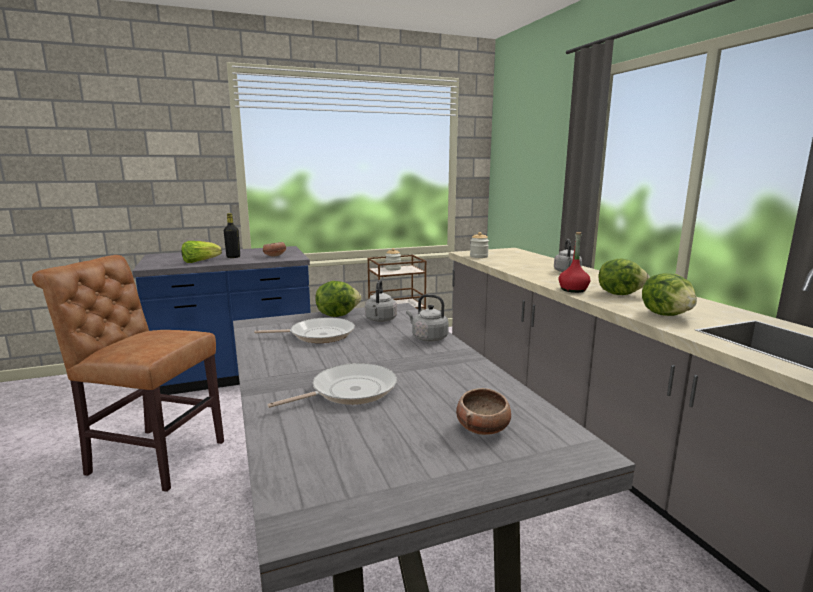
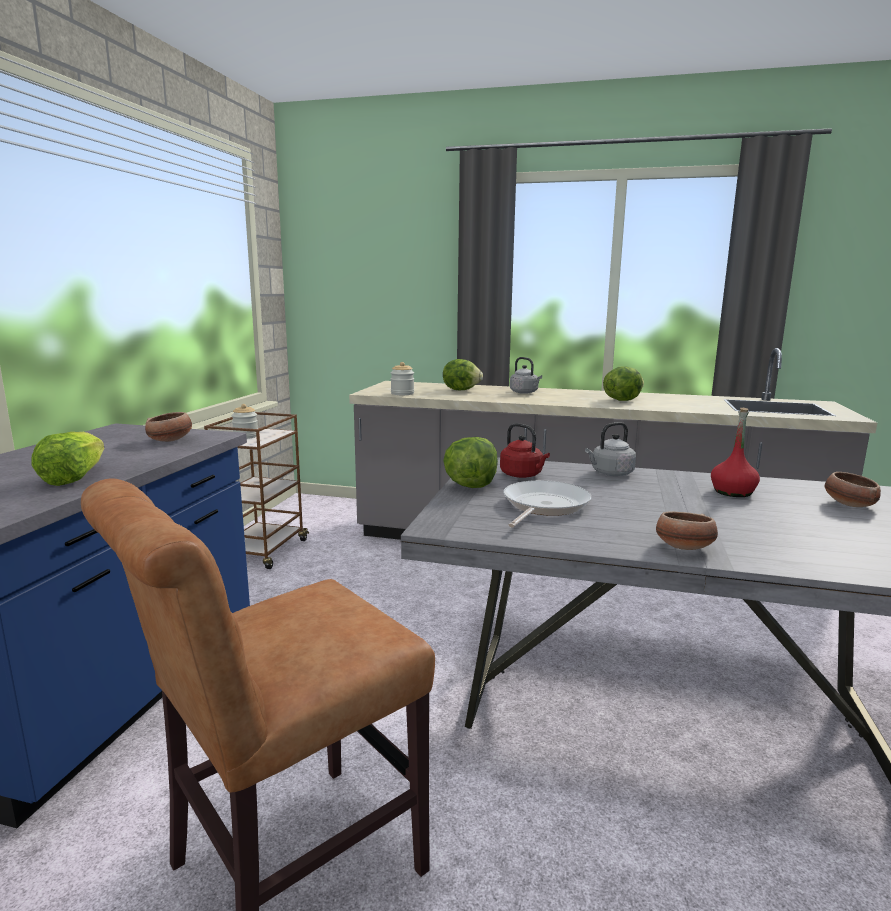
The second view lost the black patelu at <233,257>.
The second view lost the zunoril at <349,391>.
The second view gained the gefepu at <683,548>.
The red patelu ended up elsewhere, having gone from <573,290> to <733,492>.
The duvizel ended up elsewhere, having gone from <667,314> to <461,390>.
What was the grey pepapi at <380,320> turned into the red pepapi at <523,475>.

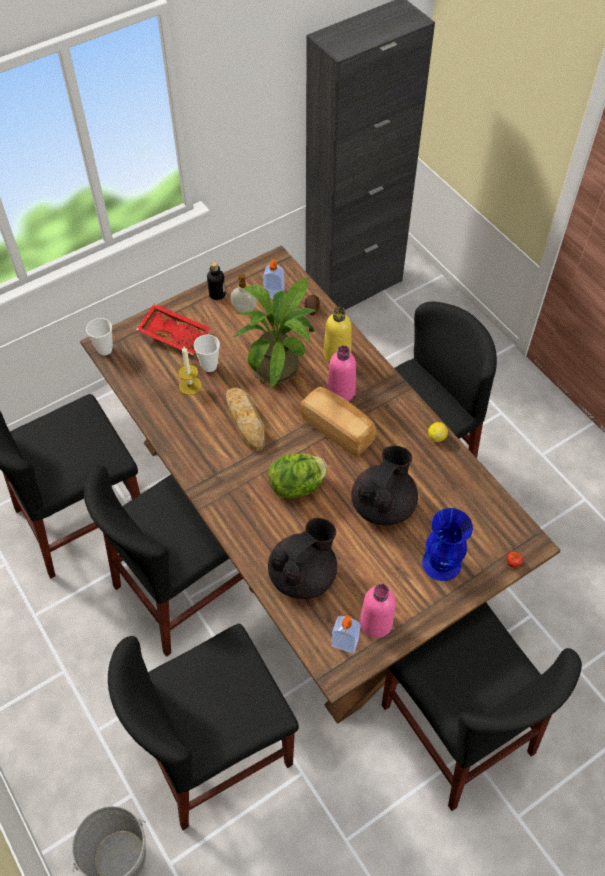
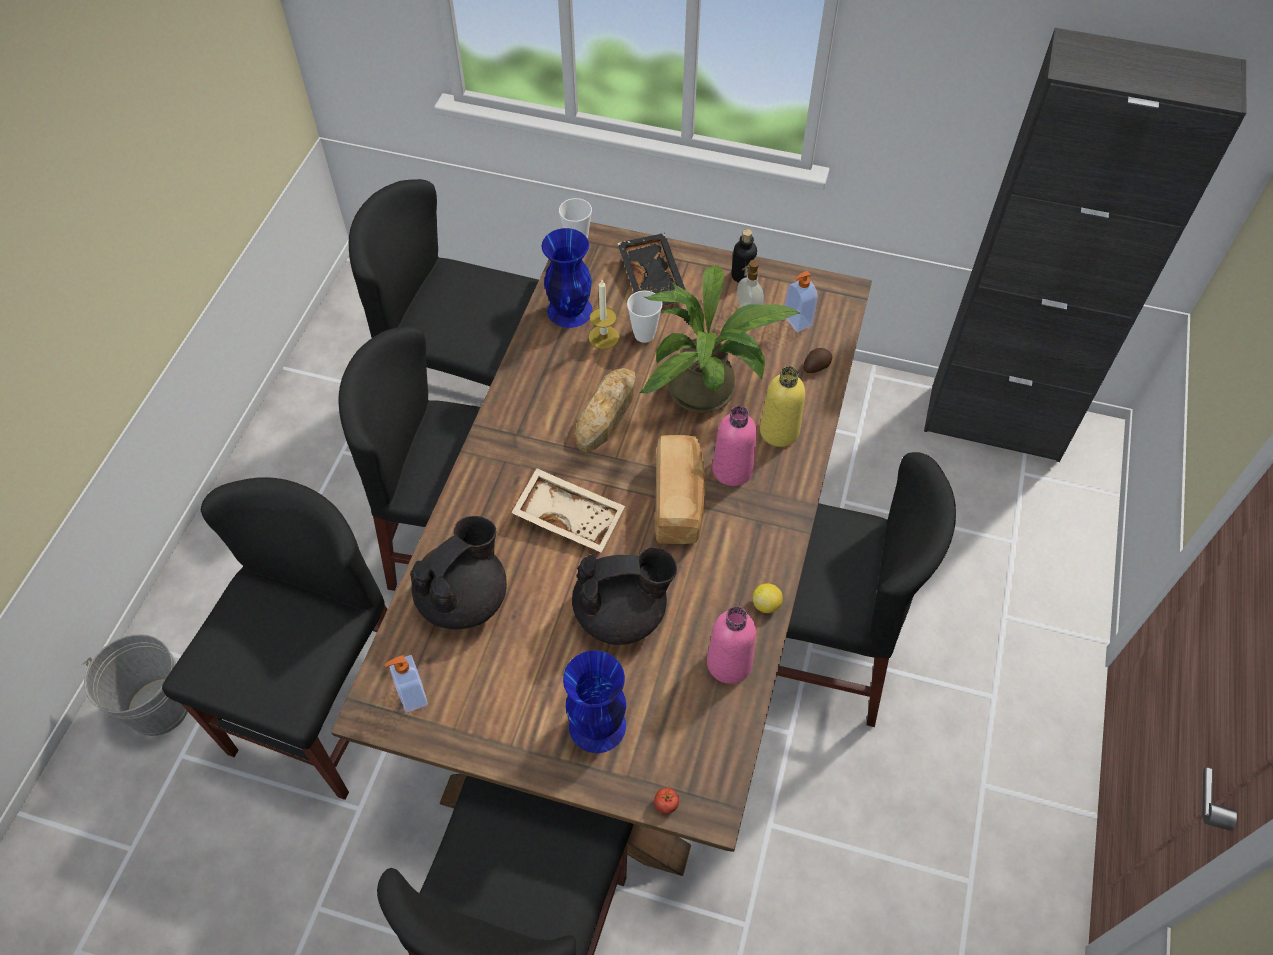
The second view gained the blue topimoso at <569,310>.
The pink patelu ended up elsewhere, having gone from <376,623> to <729,663>.
Where the duvizel stood at <297,486>, the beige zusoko came to stand at <570,516>.
What was the red zusoko at <175,334> turned into the black zusoko at <654,279>.
The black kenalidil at <215,749> ended up facing another way, 90 degrees clockwise from before.
The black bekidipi at <303,574> ended up facing another way, 60 degrees counterclockwise from before.

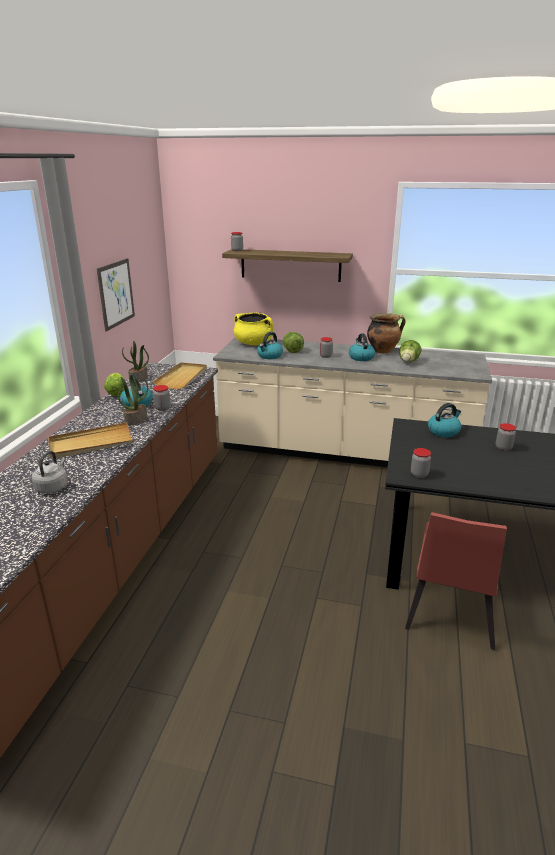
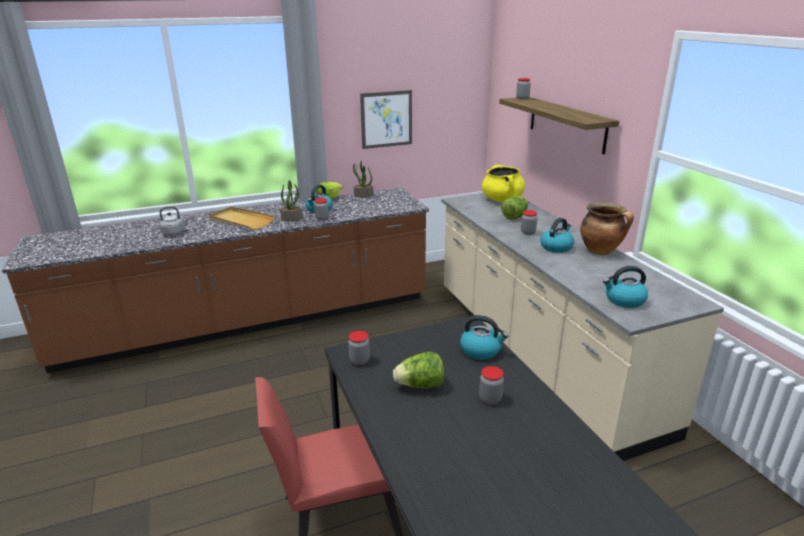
The second view lost the beige zusoko at <182,377>.
The pepapi ended up elsewhere, having gone from <269,356> to <624,300>.
The duvizel ended up elsewhere, having gone from <408,362> to <420,385>.

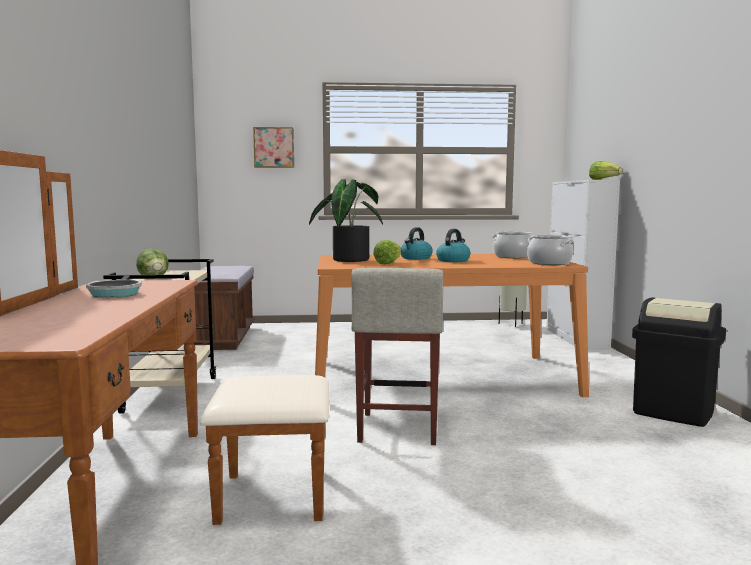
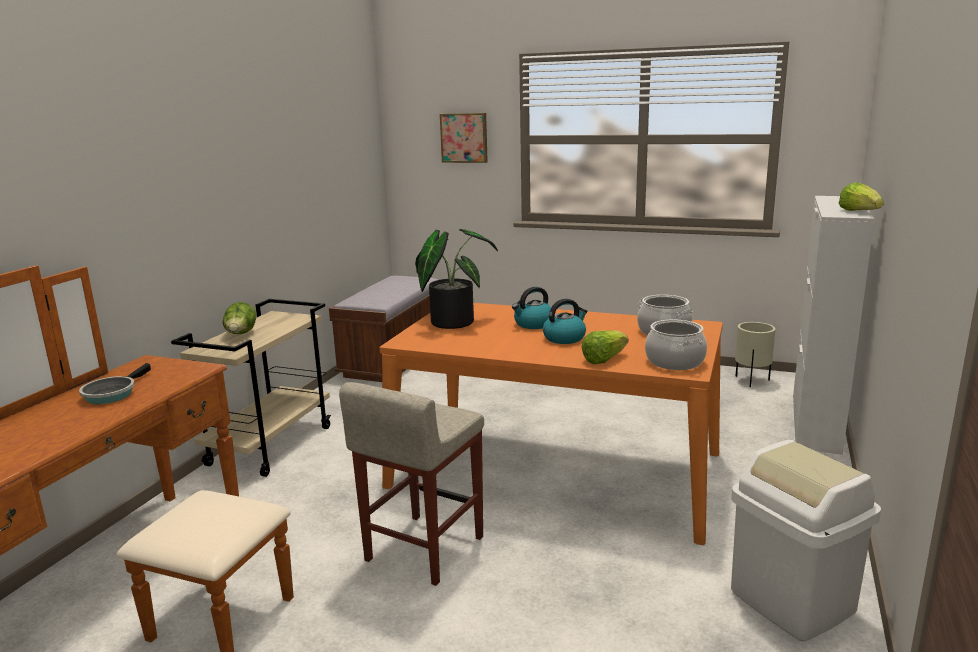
The duvizel ended up elsewhere, having gone from <388,263> to <604,359>.
What was the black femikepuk at <673,411> turned into the white femikepuk at <792,601>.

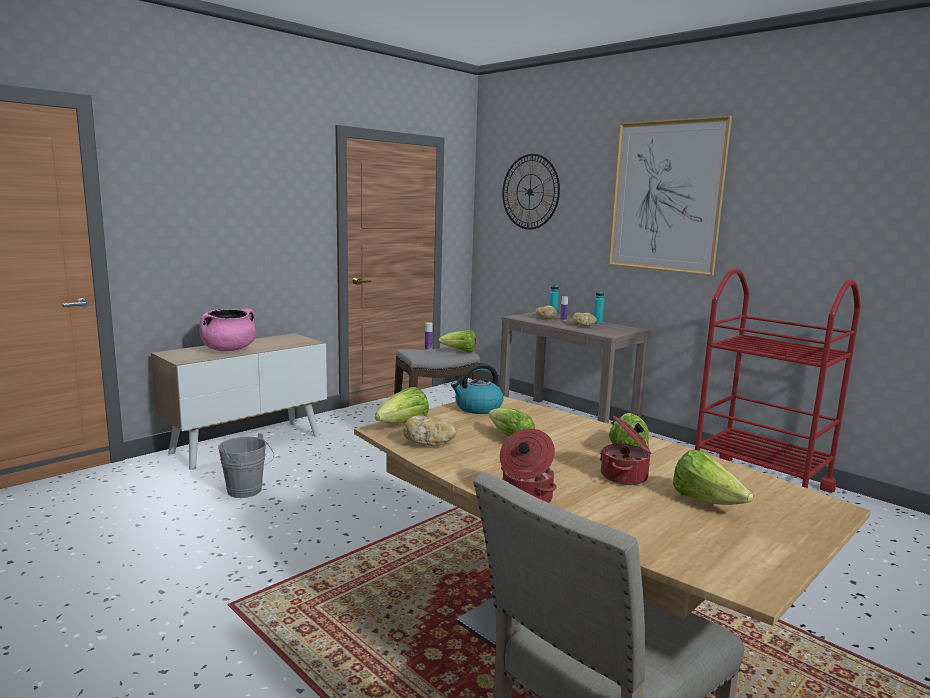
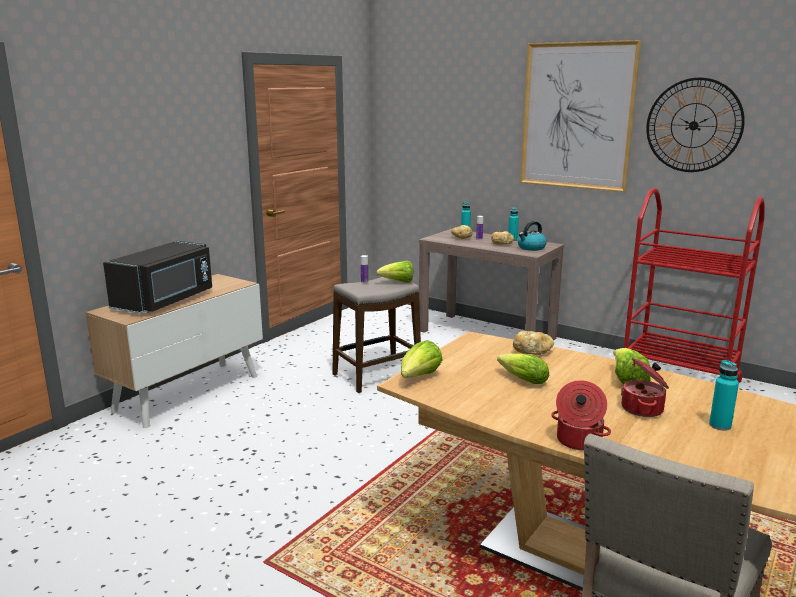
The second view lost the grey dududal at <247,491>.
The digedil ended up elsewhere, having gone from <429,442> to <532,352>.
The pepapi ended up elsewhere, having gone from <478,408> to <531,248>.
The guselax ended up elsewhere, having gone from <530,192> to <693,125>.
Where the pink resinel stood at <229,350>, the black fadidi came to stand at <166,301>.
Where the duvizel stood at <705,502>, the turquoise patelu came to stand at <720,425>.

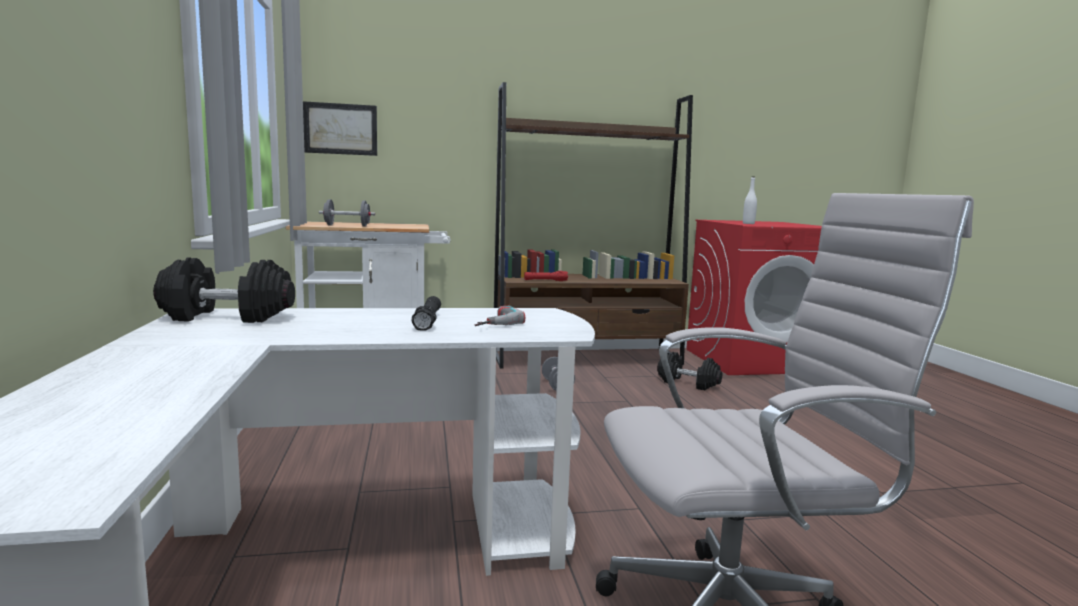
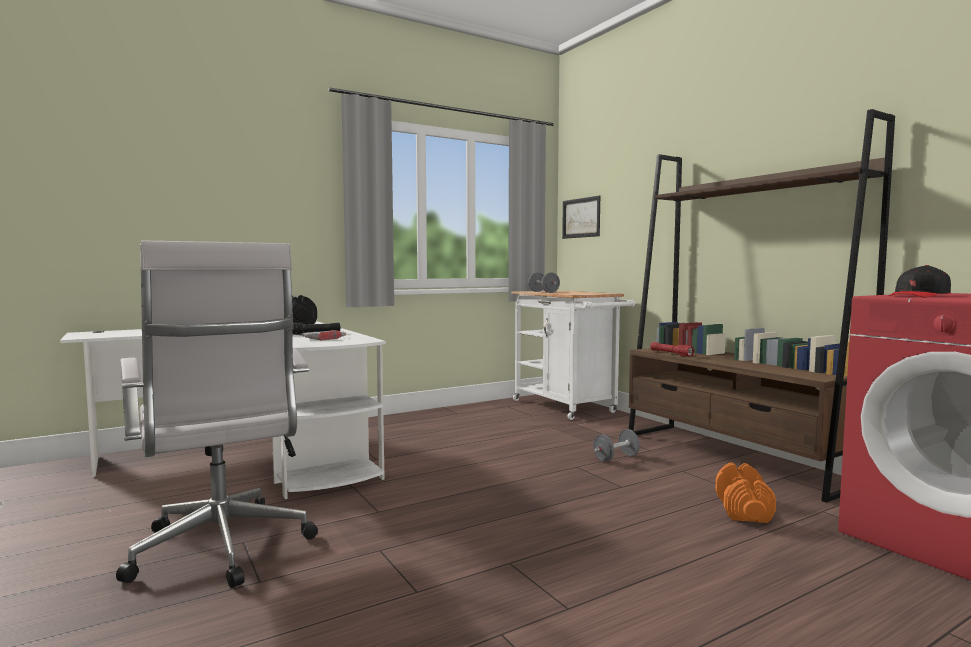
Where the white patelu stood at <748,223>, the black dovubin came to stand at <919,296>.
What was the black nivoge at <688,383> turned into the orange nivoge at <744,509>.

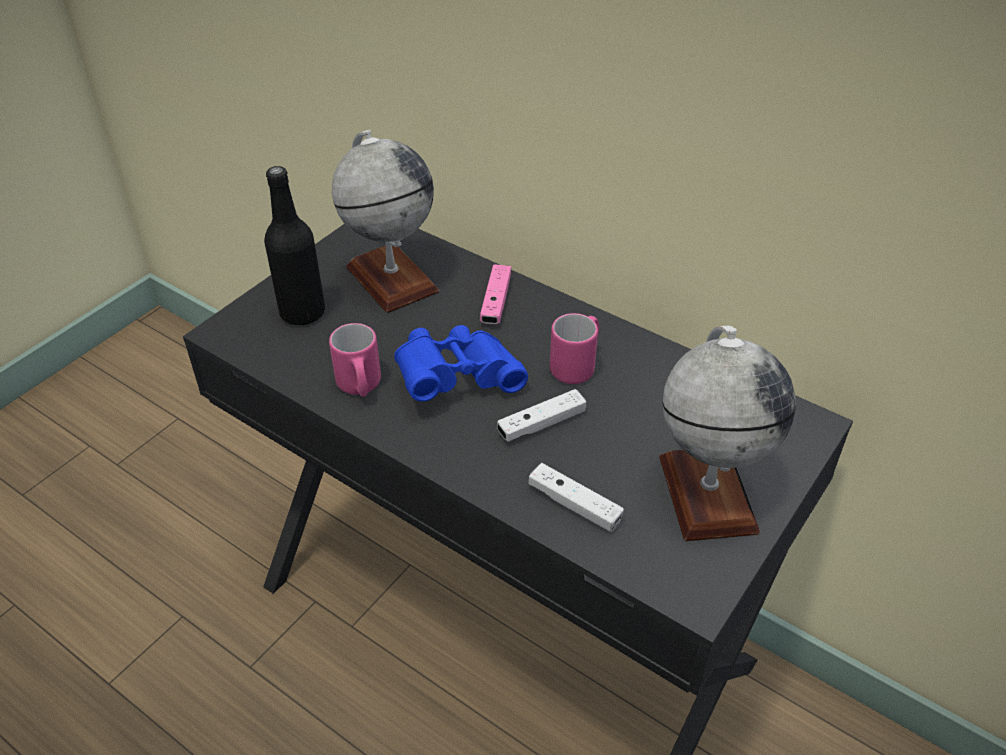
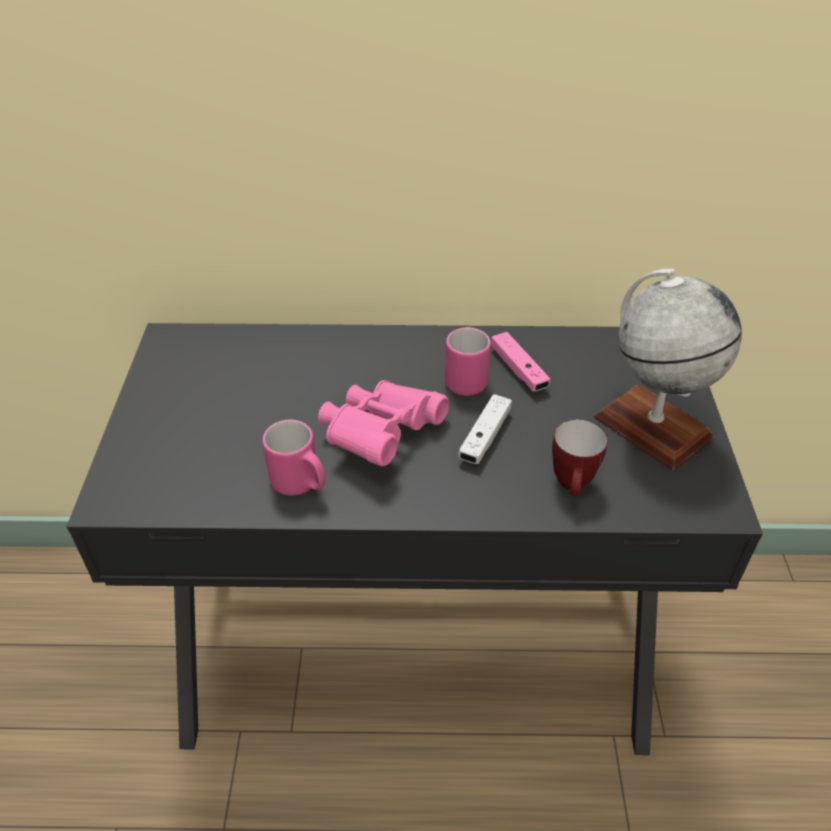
The second view lost the black patelu at <302,312>.
The second view lost the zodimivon at <391,279>.
The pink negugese ended up elsewhere, having gone from <496,302> to <518,370>.
Where the white negugese stood at <574,505>, the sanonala came to stand at <572,487>.
What was the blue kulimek at <457,379> turned into the pink kulimek at <380,435>.

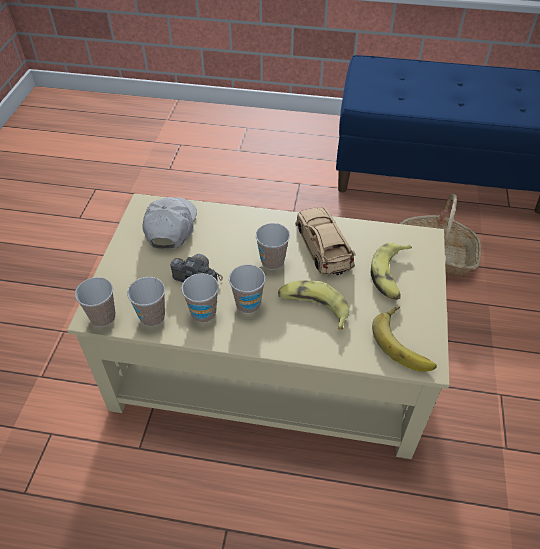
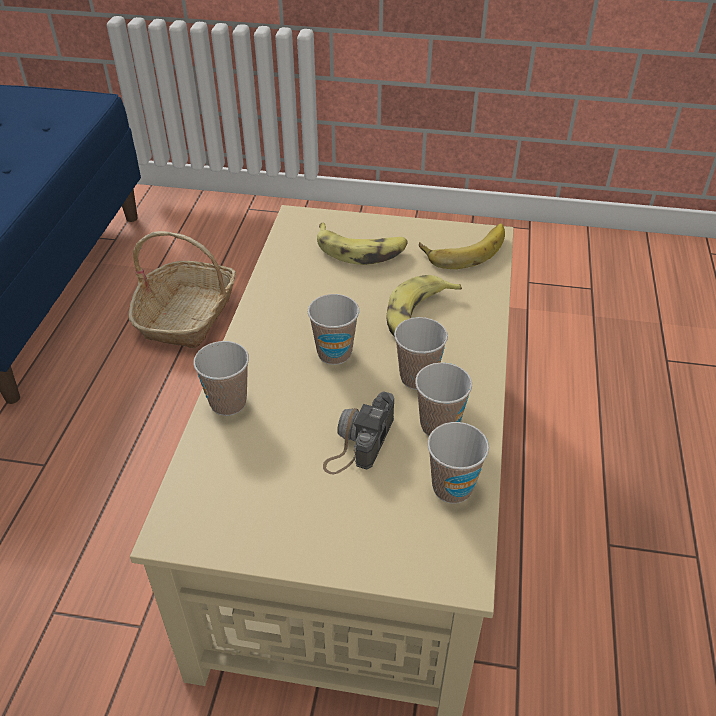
The second view lost the white dovubin at <171,227>.
The second view lost the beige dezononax at <323,246>.
The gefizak ended up elsewhere, having gone from <103,317> to <228,403>.

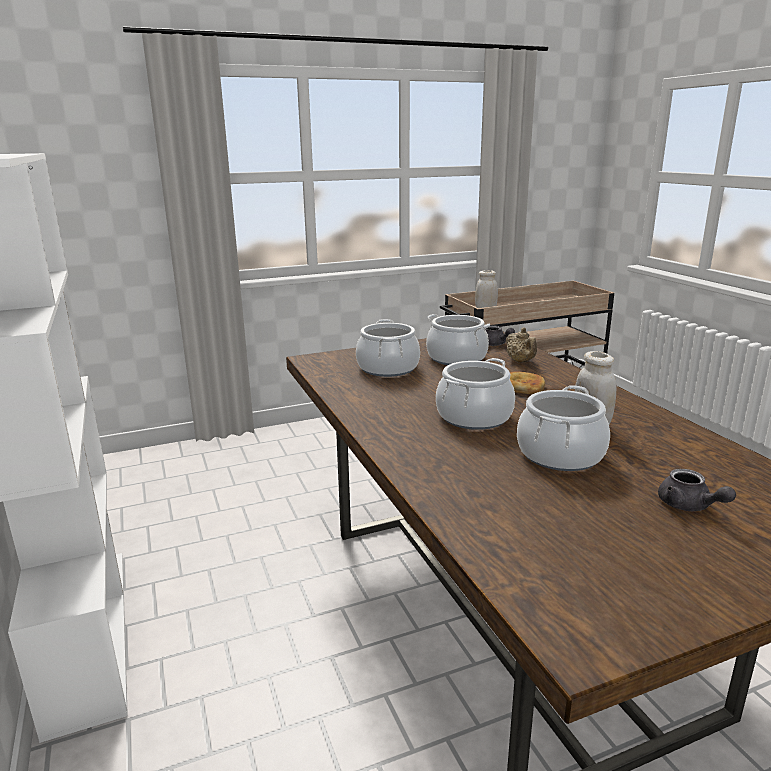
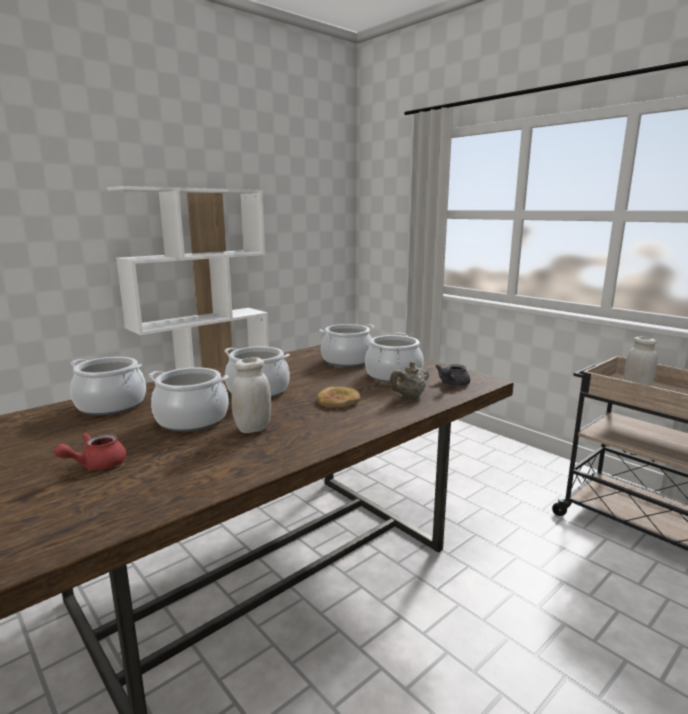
The second view gained the resinel at <111,405>.
What was the grey bekidipi at <689,506> turned into the red bekidipi at <96,465>.

